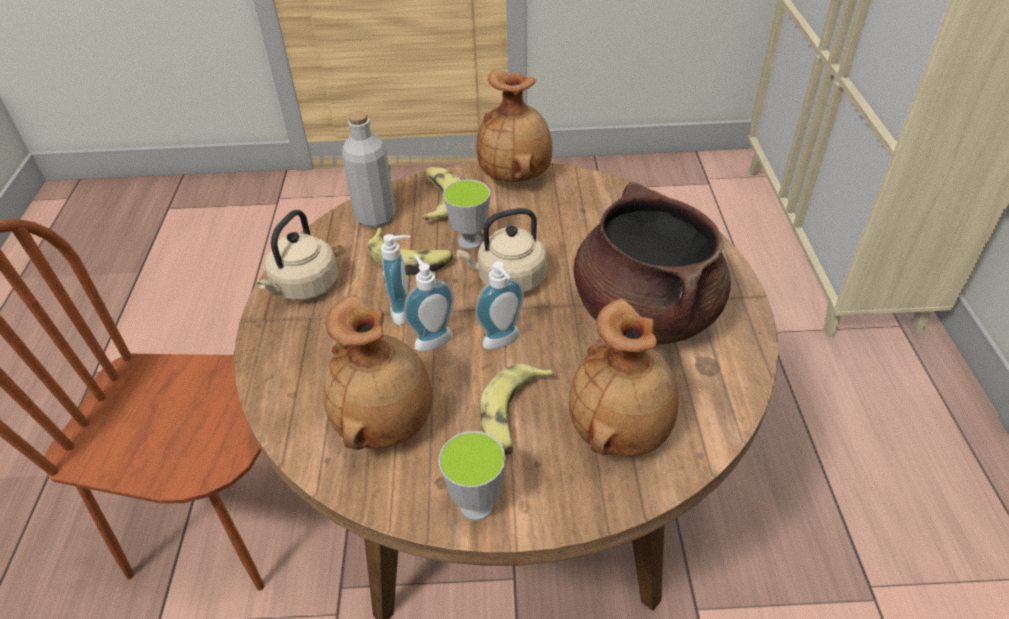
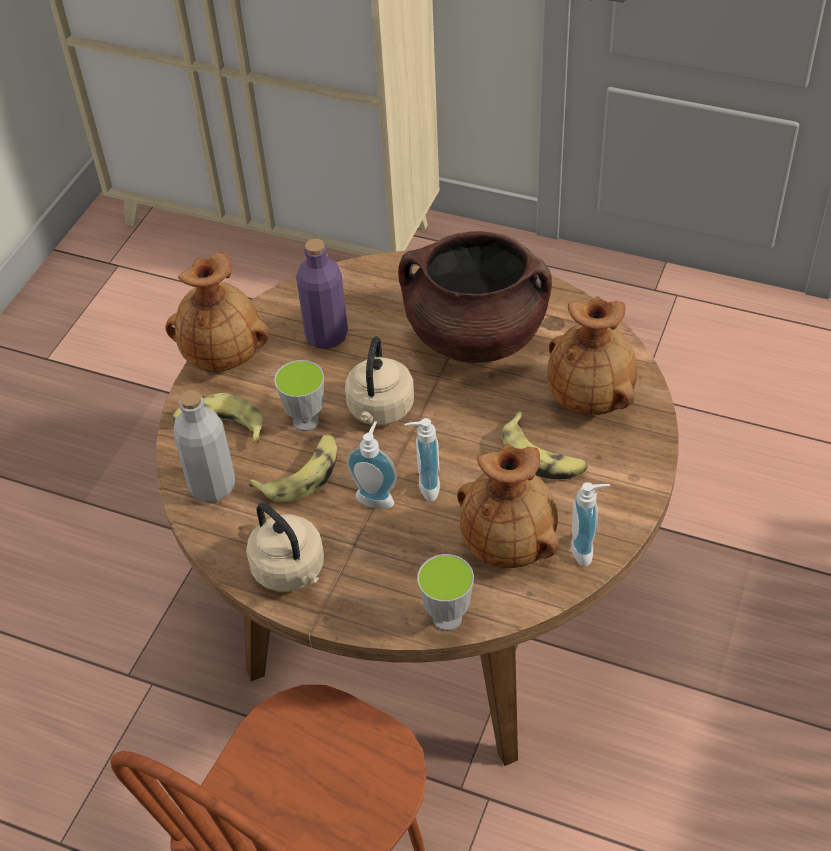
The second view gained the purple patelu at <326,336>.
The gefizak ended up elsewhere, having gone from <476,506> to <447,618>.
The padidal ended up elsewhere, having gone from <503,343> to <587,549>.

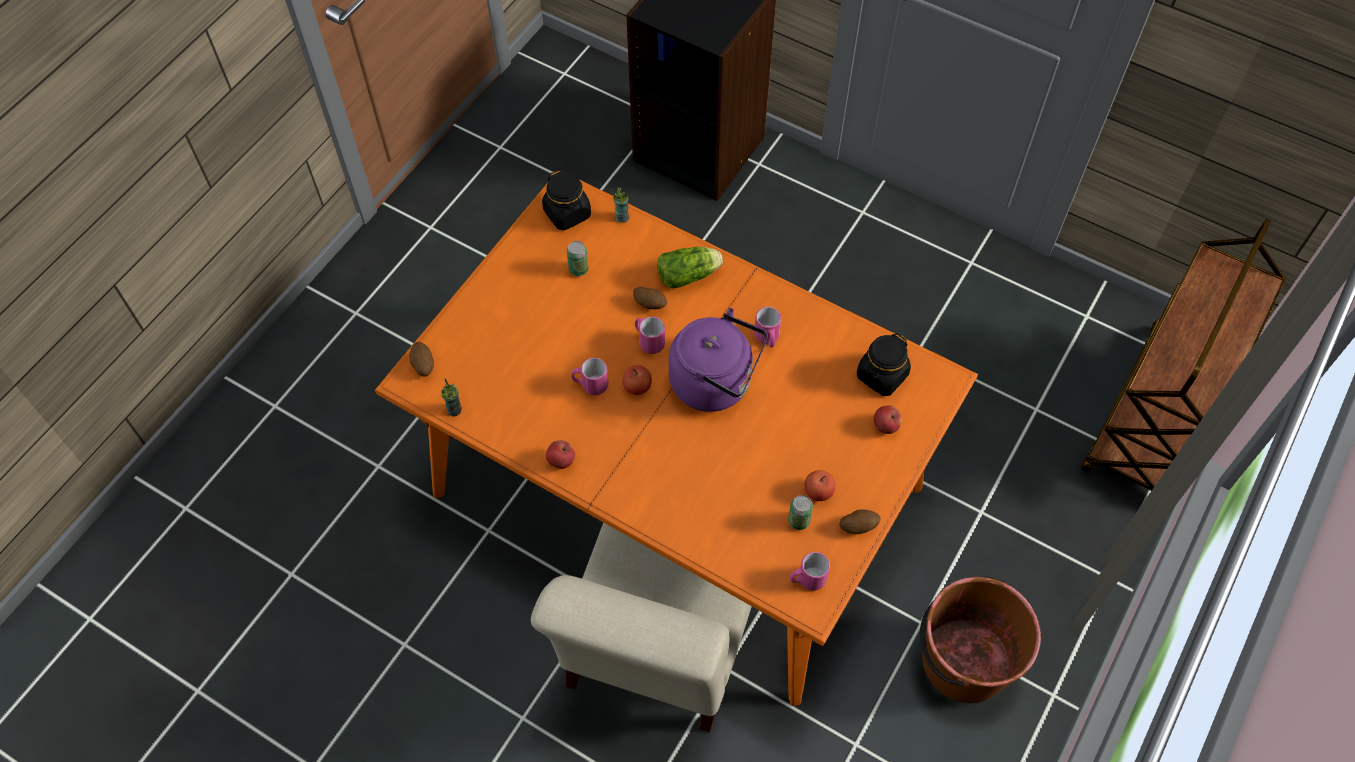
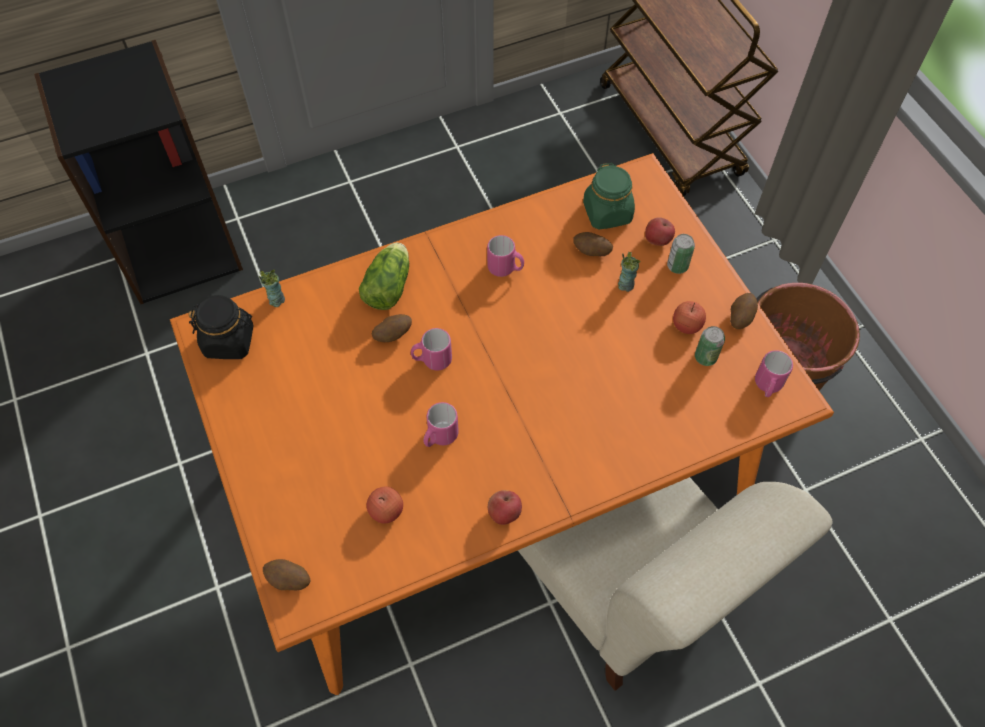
The second view lost the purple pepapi at <716,383>.
The second view gained the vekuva at <591,252>.
The gefizak ended up elsewhere, having gone from <454,409> to <625,285>.
The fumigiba ended up elsewhere, having gone from <578,269> to <677,266>.
The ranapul ended up elsewhere, having gone from <637,386> to <386,511>.
What was the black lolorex at <881,376> turned into the green lolorex at <607,213>.

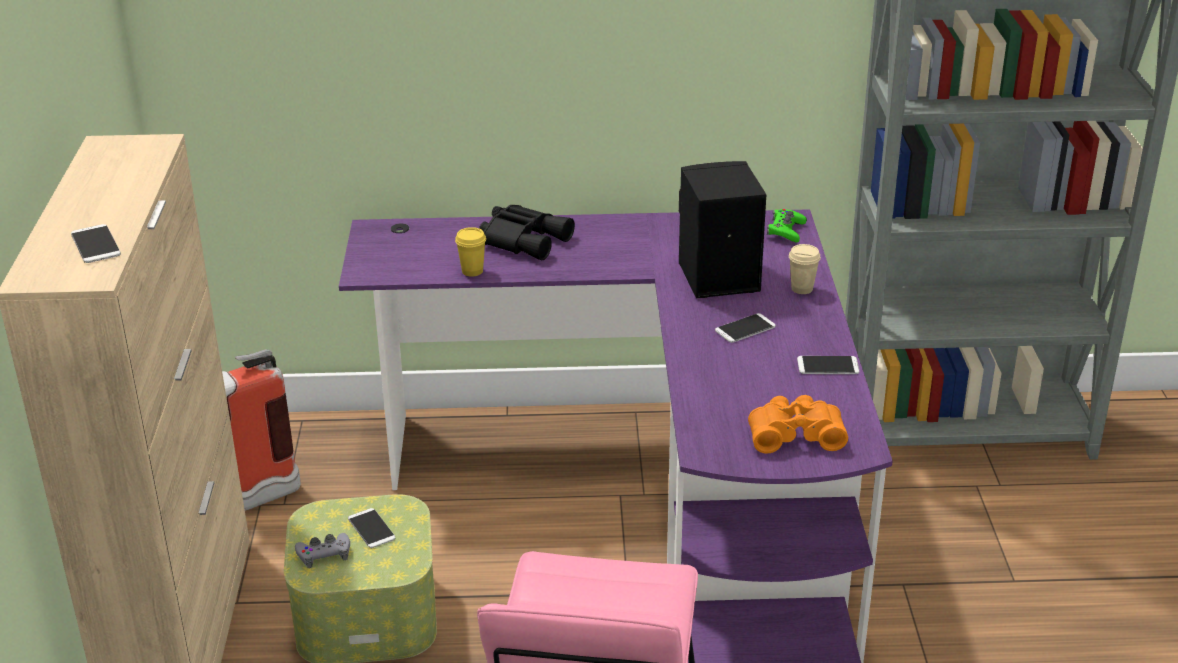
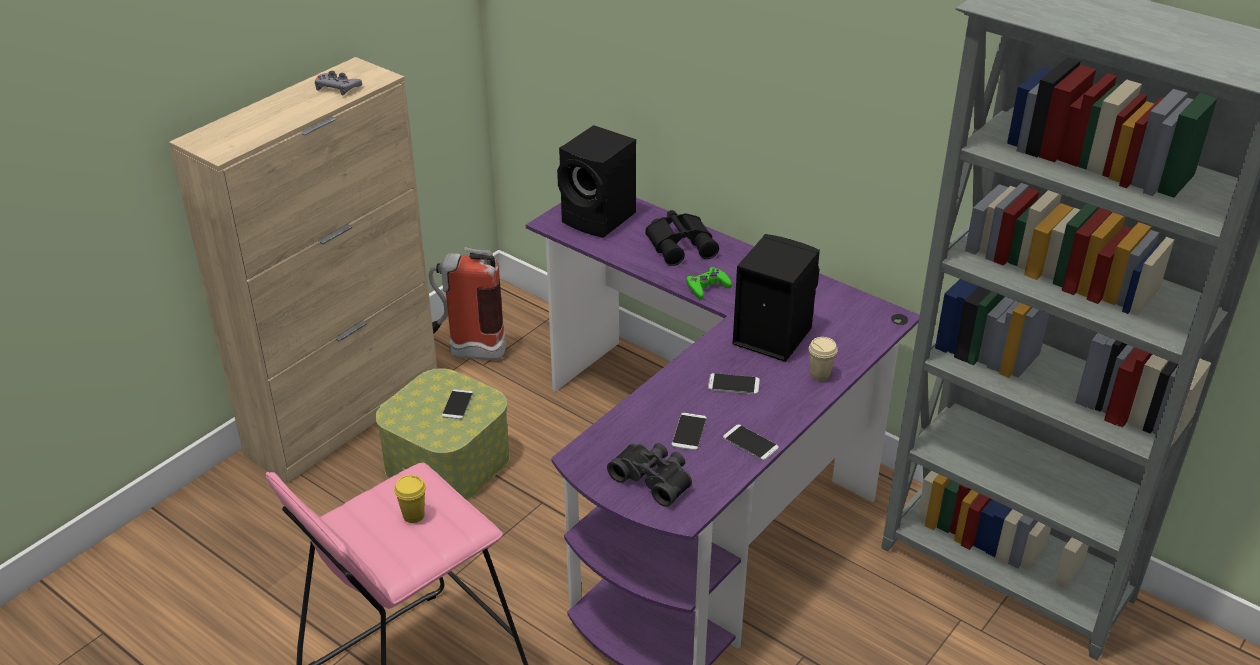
The second view gained the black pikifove at <600,219>.
The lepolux ended up elsewhere, having gone from <95,245> to <689,432>.
The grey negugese ended up elsewhere, having gone from <324,554> to <338,88>.
The yellow gefizak ended up elsewhere, having gone from <472,271> to <413,515>.
The green negugese ended up elsewhere, having gone from <786,230> to <707,287>.
What was the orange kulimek at <795,434> turned into the black kulimek at <654,479>.

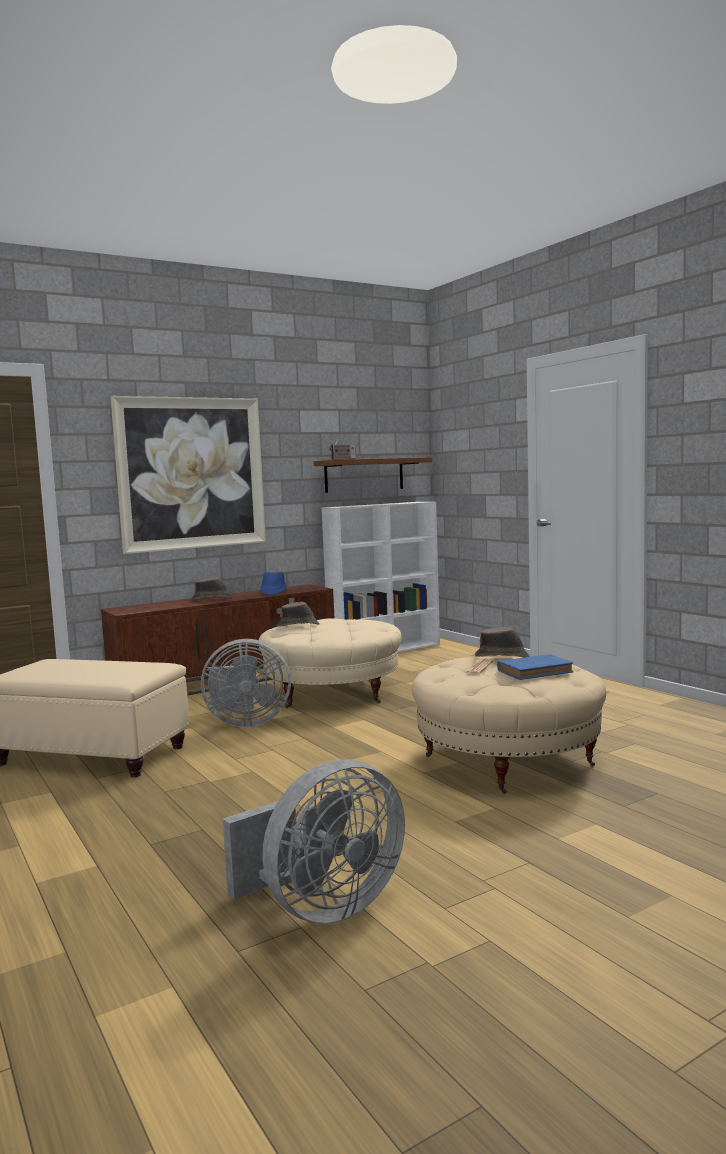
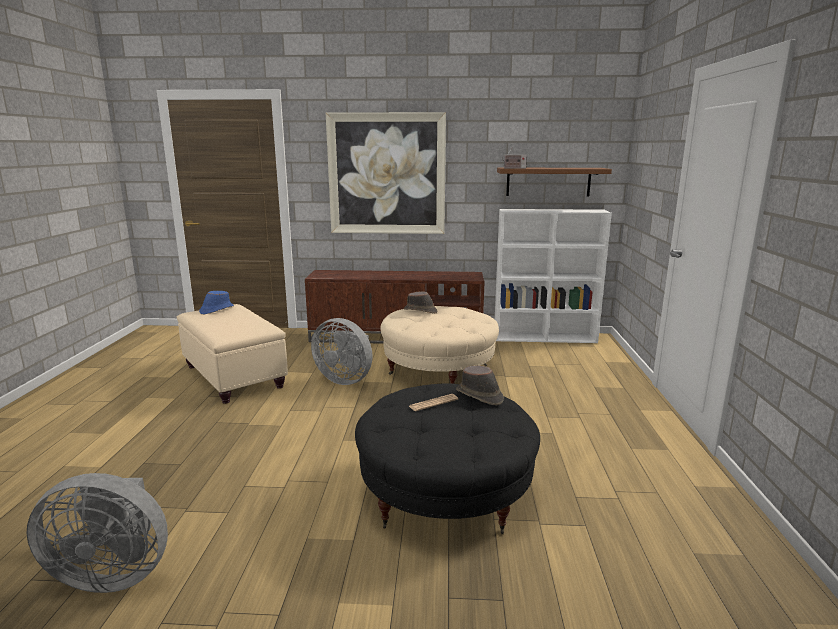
The second view lost the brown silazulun at <212,599>.
The second view lost the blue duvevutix at <536,671>.
The blue silazulun ended up elsewhere, having gone from <273,592> to <216,310>.
What was the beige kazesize at <508,760> turned into the black kazesize at <445,493>.

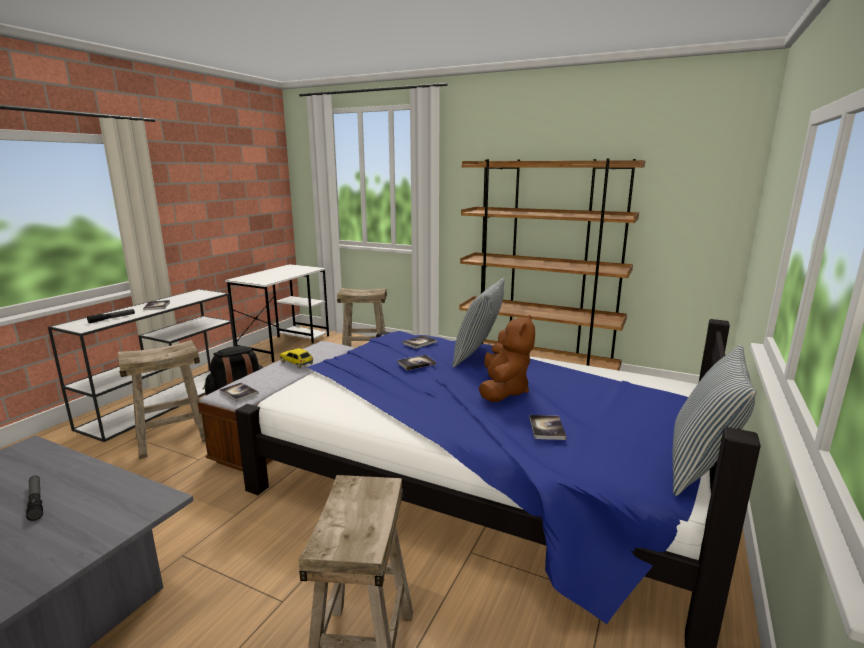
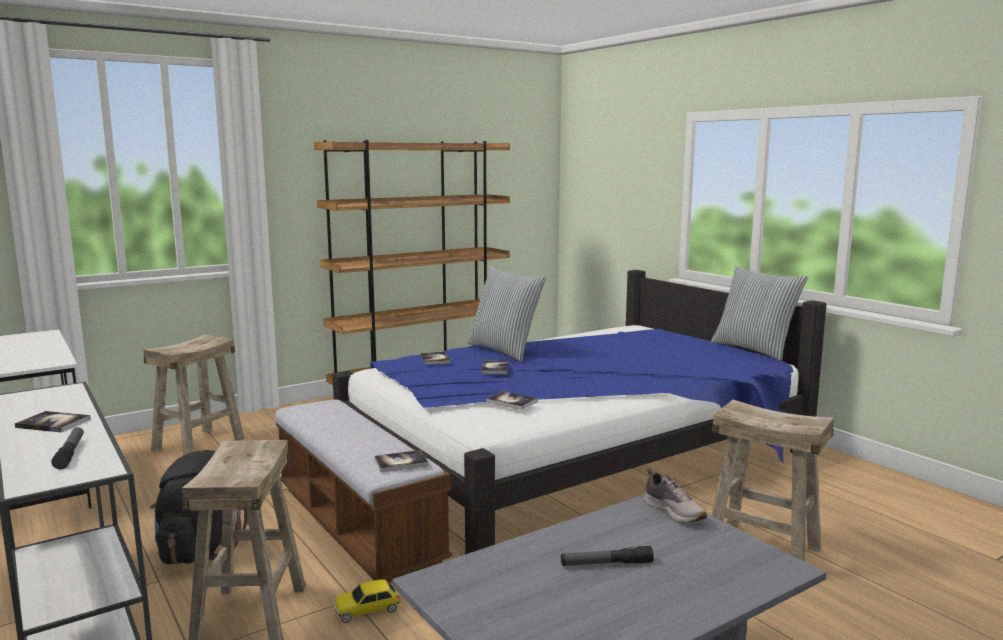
The second view lost the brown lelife at <503,391>.
The second view gained the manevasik at <674,512>.
The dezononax ended up elsewhere, having gone from <297,363> to <367,610>.
The duvevutix ended up elsewhere, having gone from <547,428> to <512,402>.

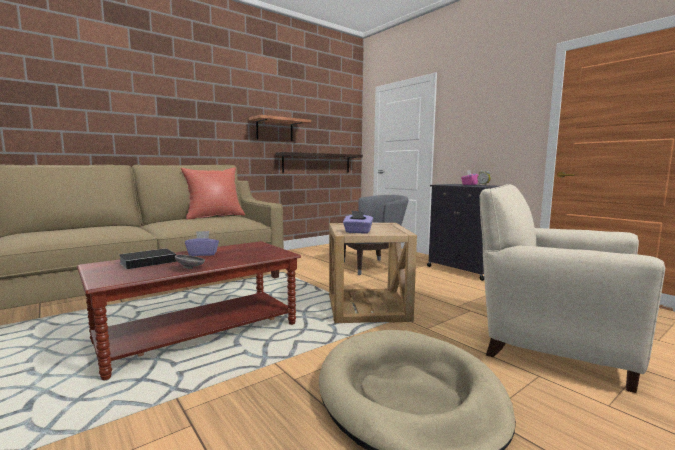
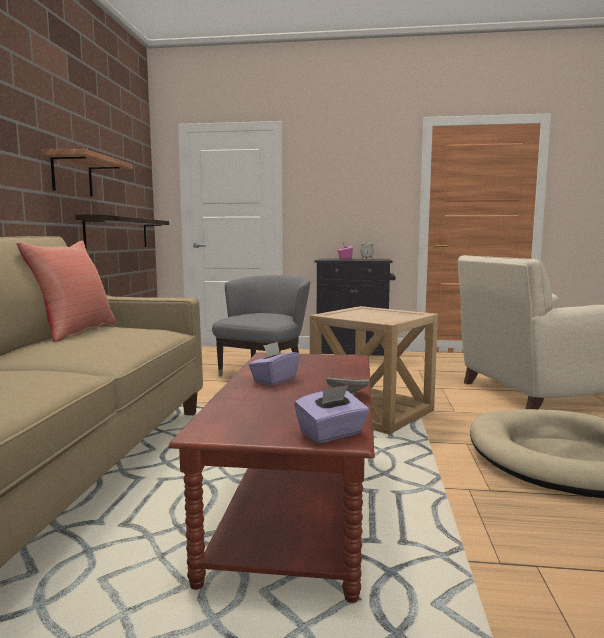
The second view lost the duvevutix at <149,262>.
The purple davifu ended up elsewhere, having gone from <357,232> to <332,434>.

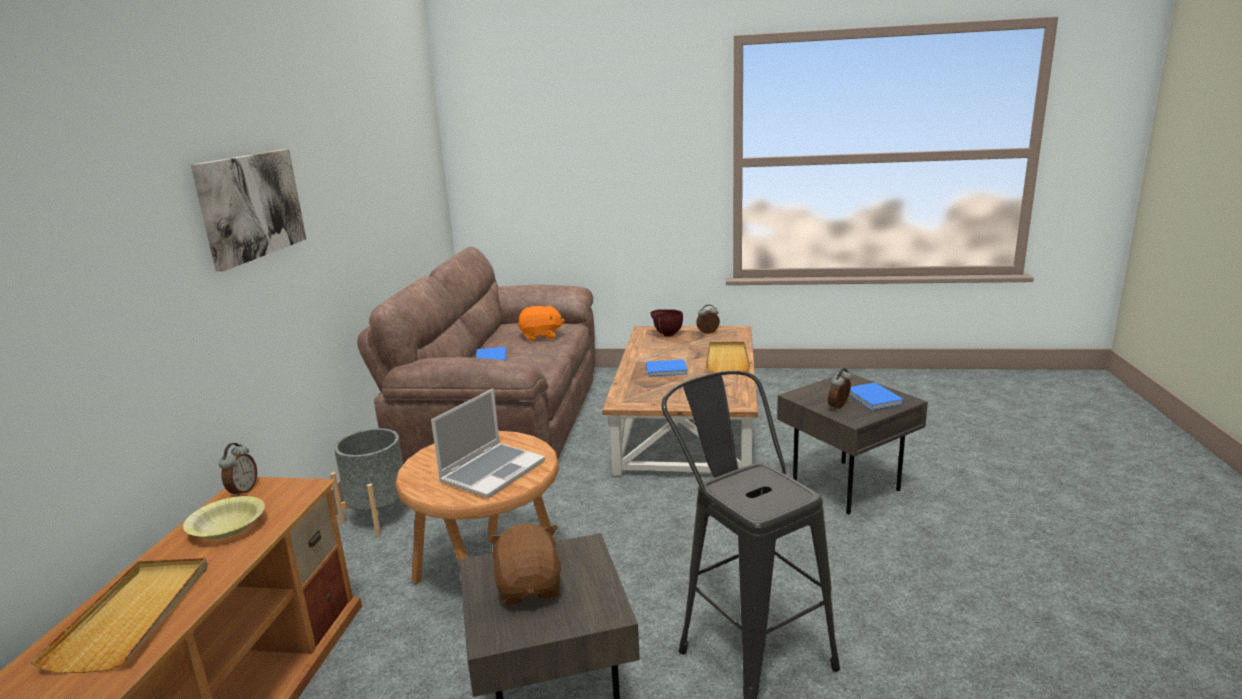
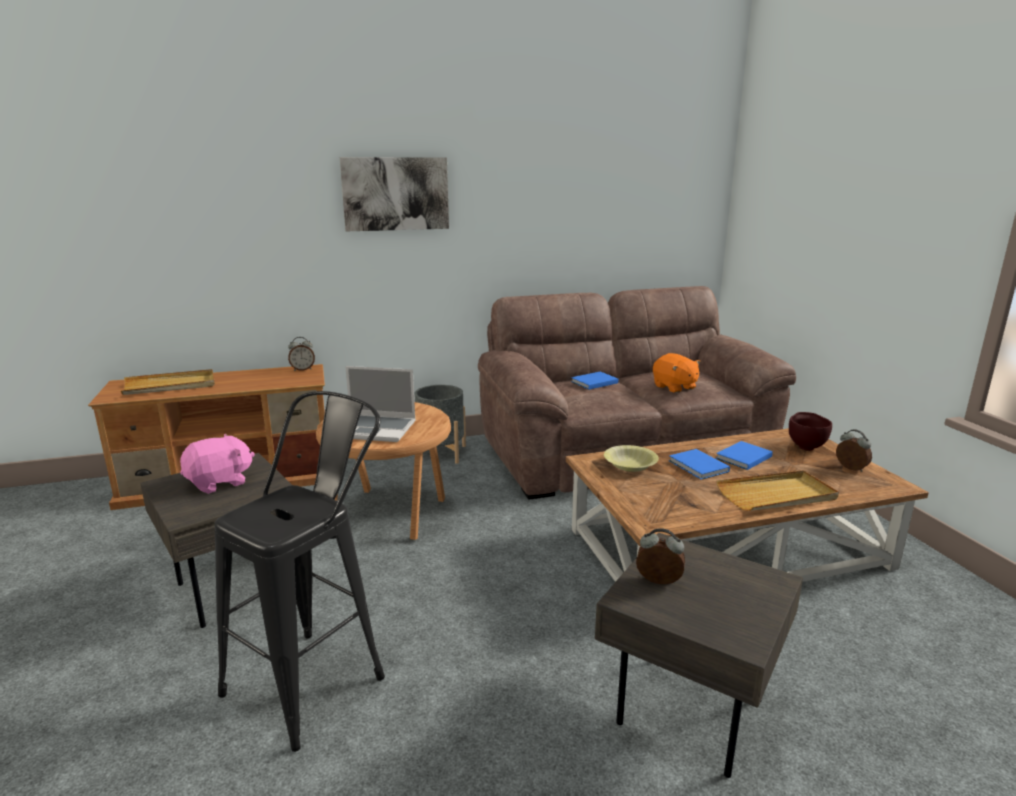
The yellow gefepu ended up elsewhere, having gone from <227,527> to <630,465>.
The blue duvevutix ended up elsewhere, having gone from <873,399> to <742,457>.
What was the brown lelife at <529,587> turned into the pink lelife at <219,482>.

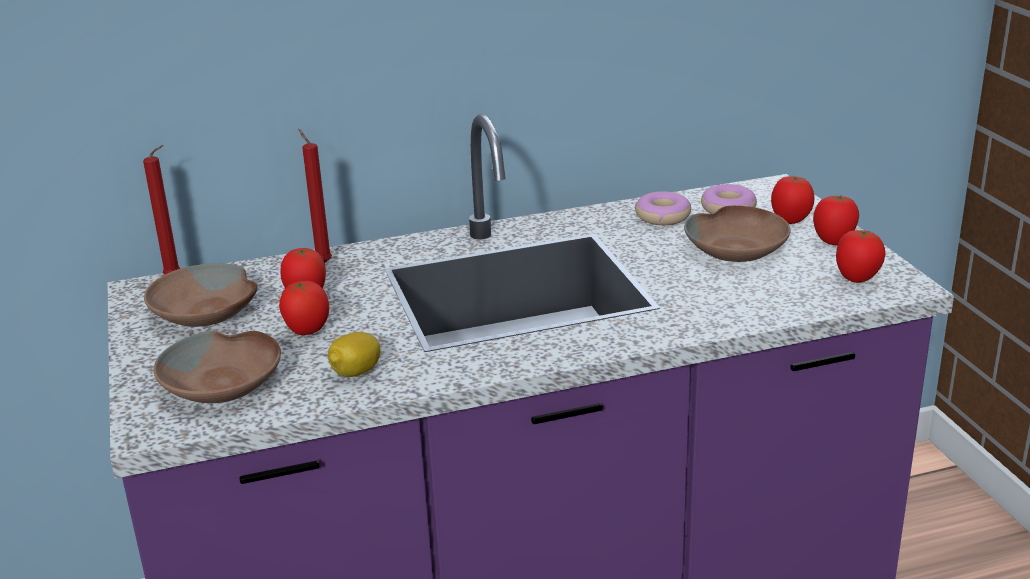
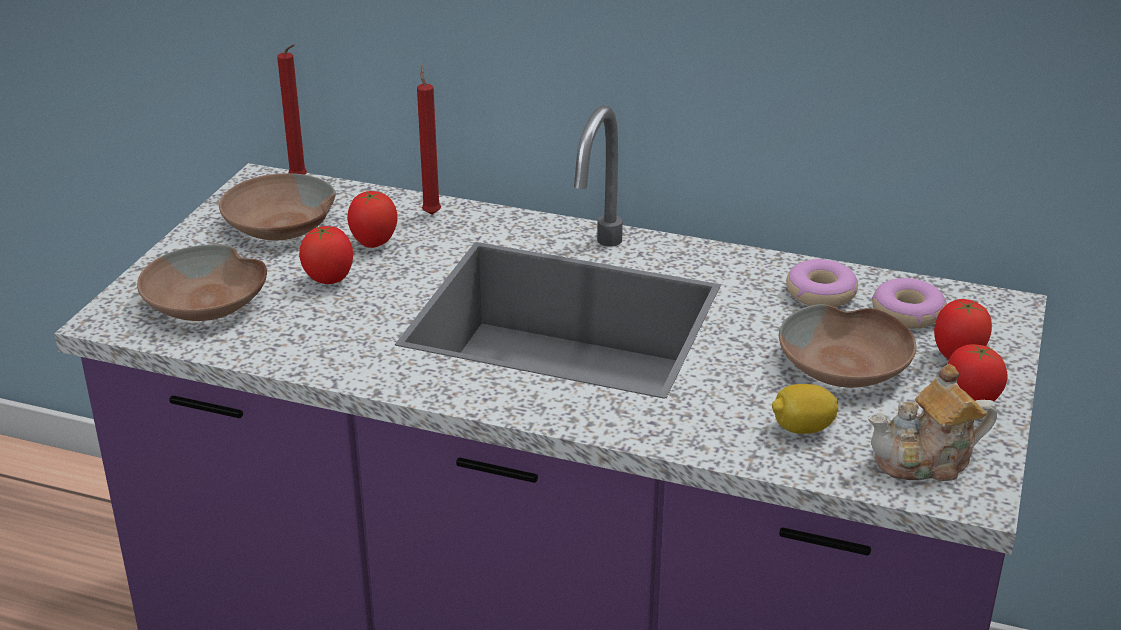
The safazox ended up elsewhere, having gone from <356,372> to <802,429>.
Where the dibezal stood at <856,279>, the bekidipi came to stand at <926,461>.

